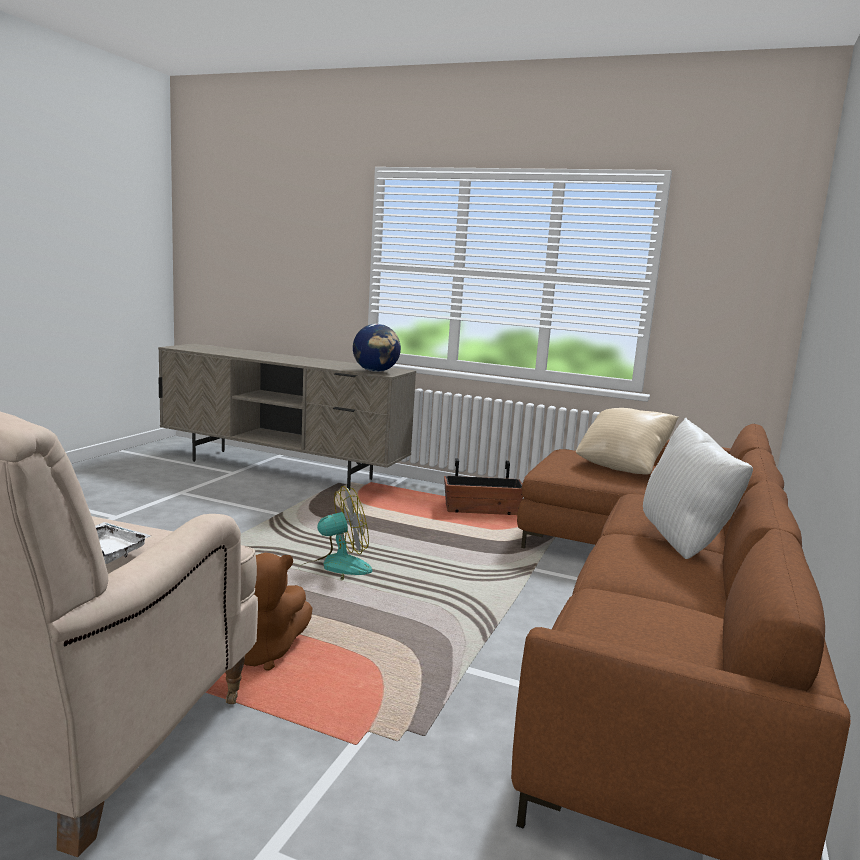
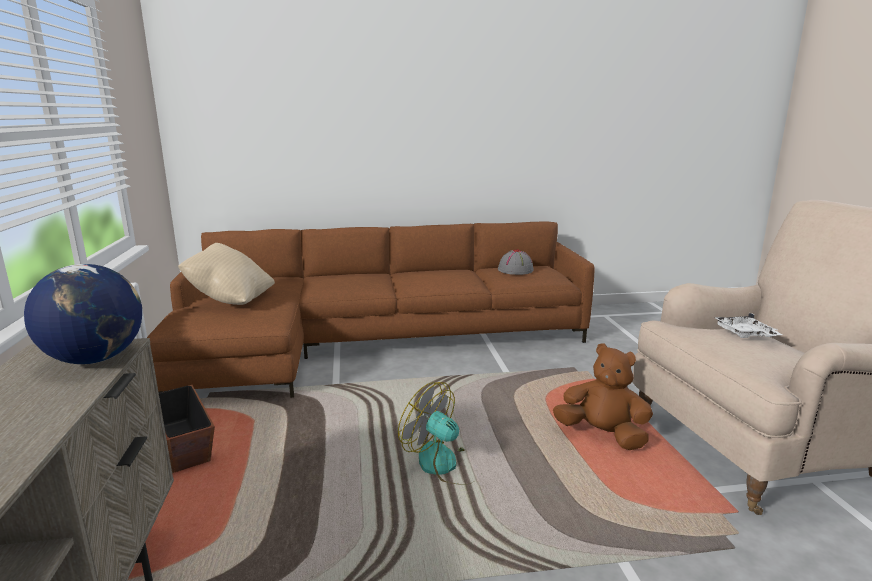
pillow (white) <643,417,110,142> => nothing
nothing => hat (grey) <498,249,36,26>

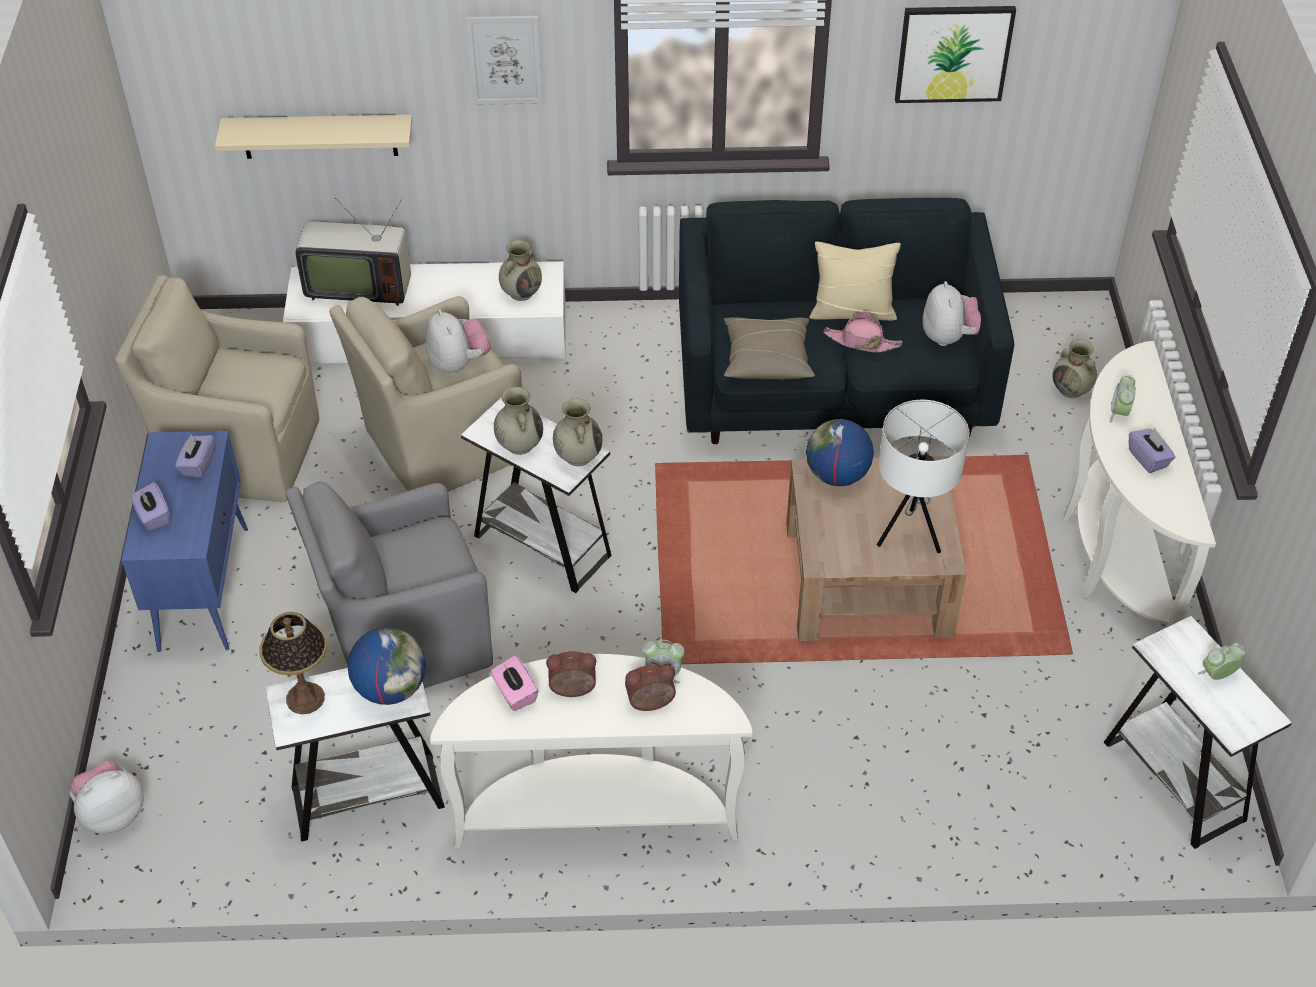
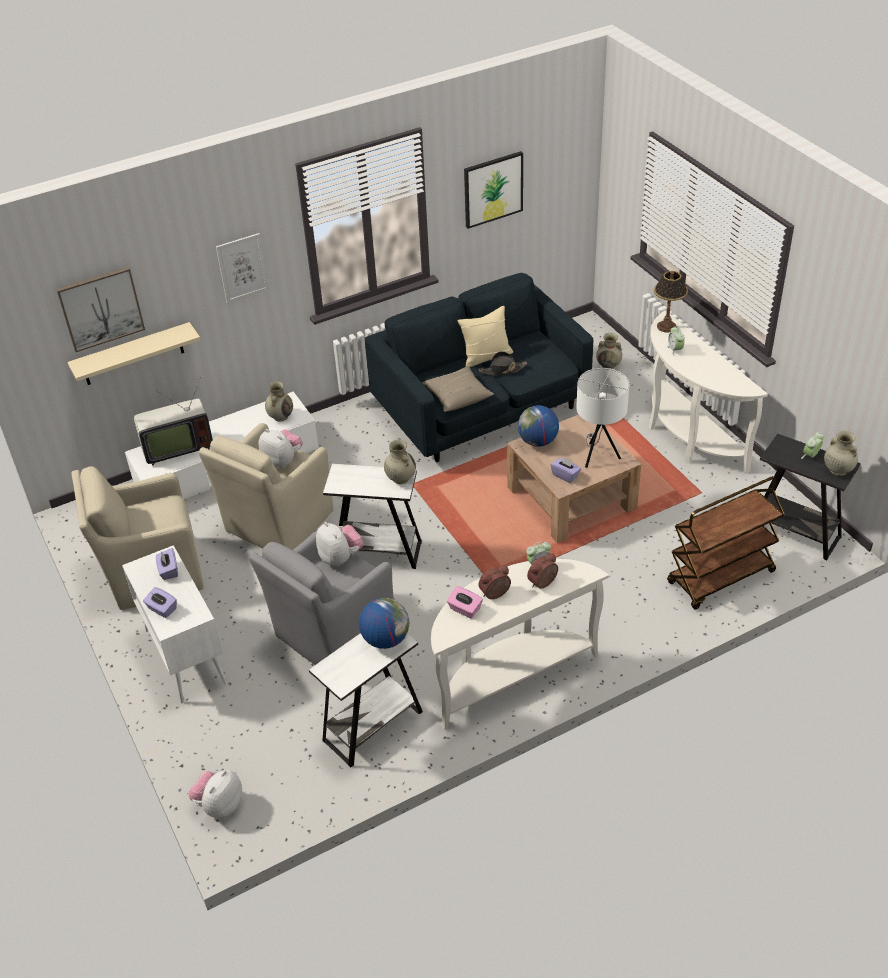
plush toy <923,281,58,65> => plush toy <316,522,47,44>, shifted
hat (pink) <824,312,78,40> => hat (black) <479,351,48,24>
vase (beige) <494,387,49,68> => vase (beige) <824,431,34,45>, shifted
tissue box (purple) <1129,427,46,46> => tissue box (purple) <550,456,31,27>, shifted
cabinet (blue) <122,431,126,221> => cabinet (white) <122,545,105,159>
table lamp <260,612,67,102> => table lamp <654,271,34,62>, shifted
side table (white) <1104,616,188,233> => side table (black) <760,434,101,126>
nothing => picture <56,267,89,85>
nothing => cart (brown) <667,476,118,134>

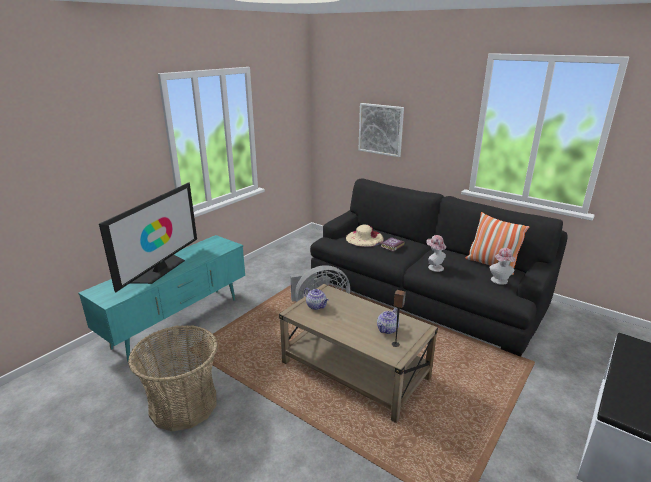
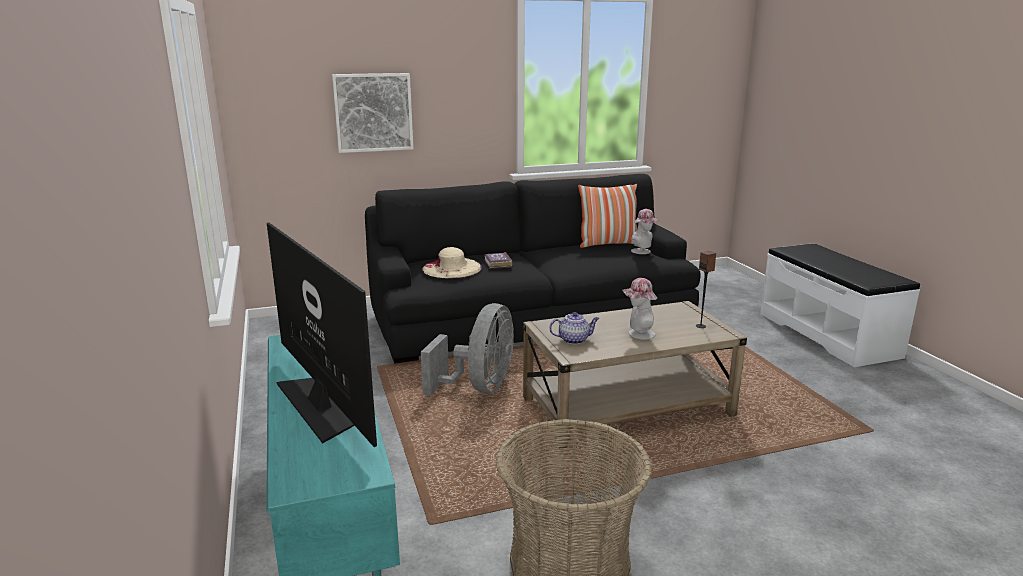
hat <426,235,20,37> => hat <623,278,34,61>, shifted
teapot <377,308,22,26> => nothing

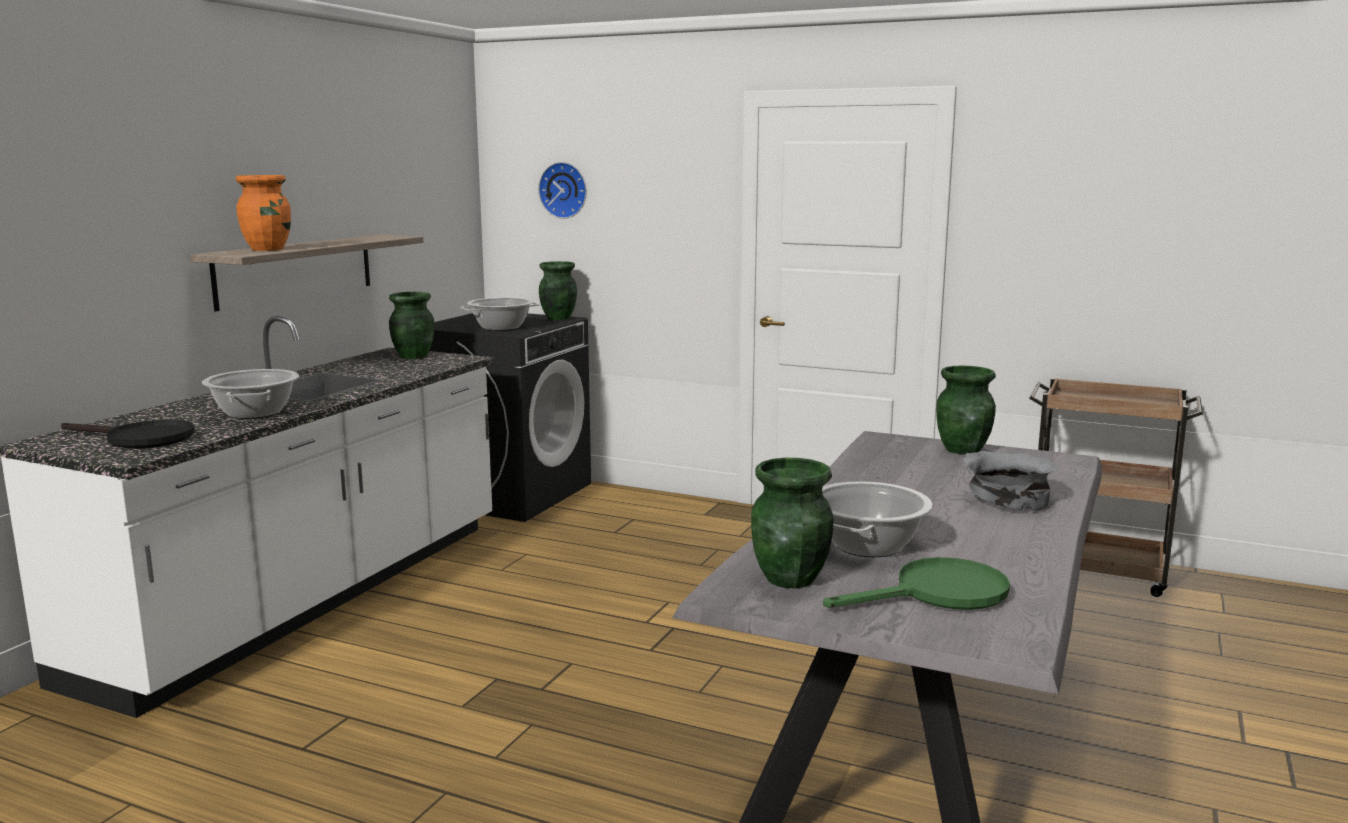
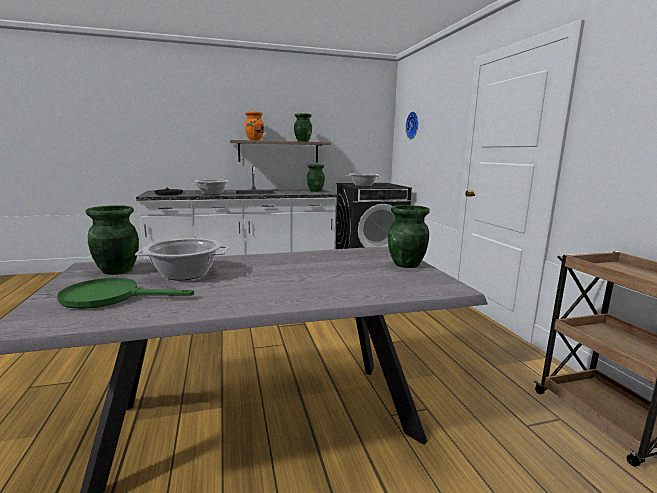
vase (green) <539,261,38,59> => vase (green) <294,113,18,29>, shifted
bowl (grey) <963,451,96,60> => nothing
frying pan (green) <823,557,187,53> => frying pan (green) <57,278,137,31>, 150 degrees clockwise

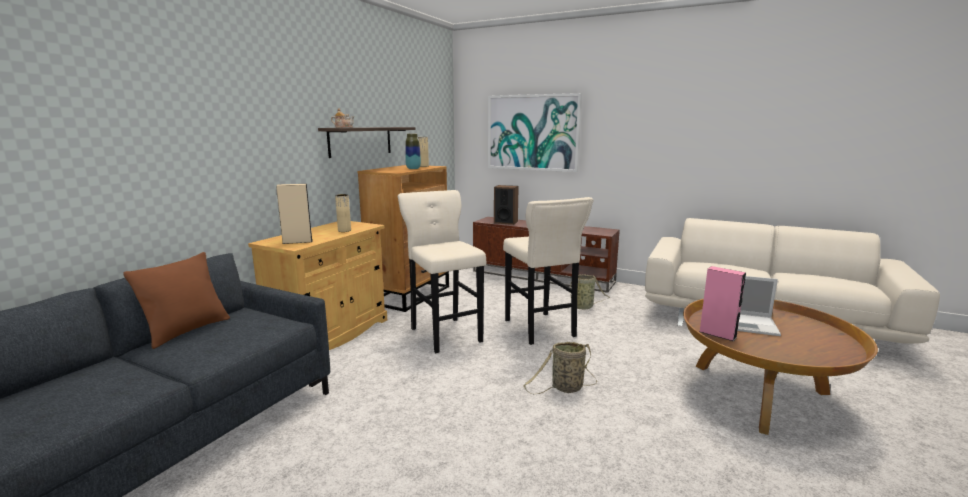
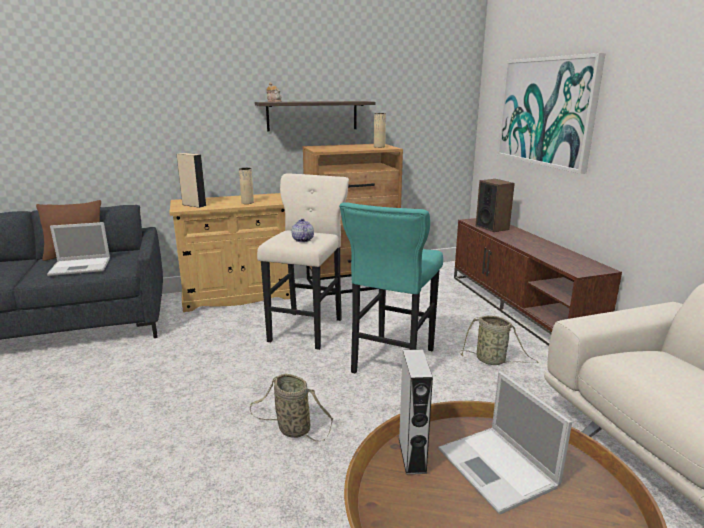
vase <405,134,16,35> => nothing
stool (beige) <503,197,91,148> => stool (turquoise) <339,202,104,171>
speaker (pink) <699,266,47,75> => speaker (grey) <399,349,34,125>
nothing => teapot <292,219,22,23>
nothing => laptop <47,222,63,54>

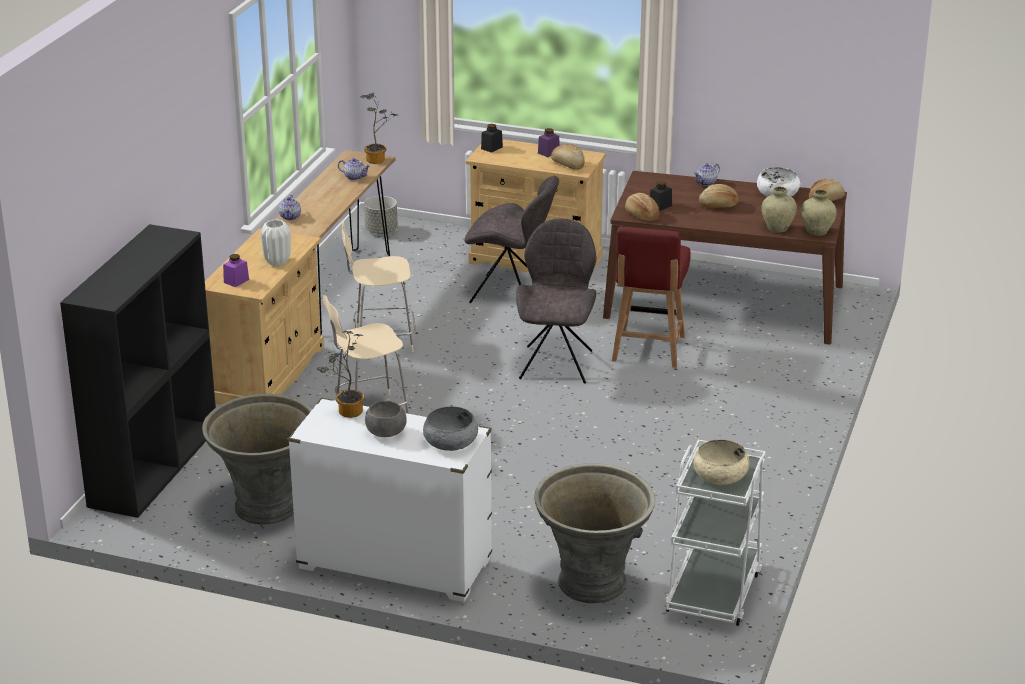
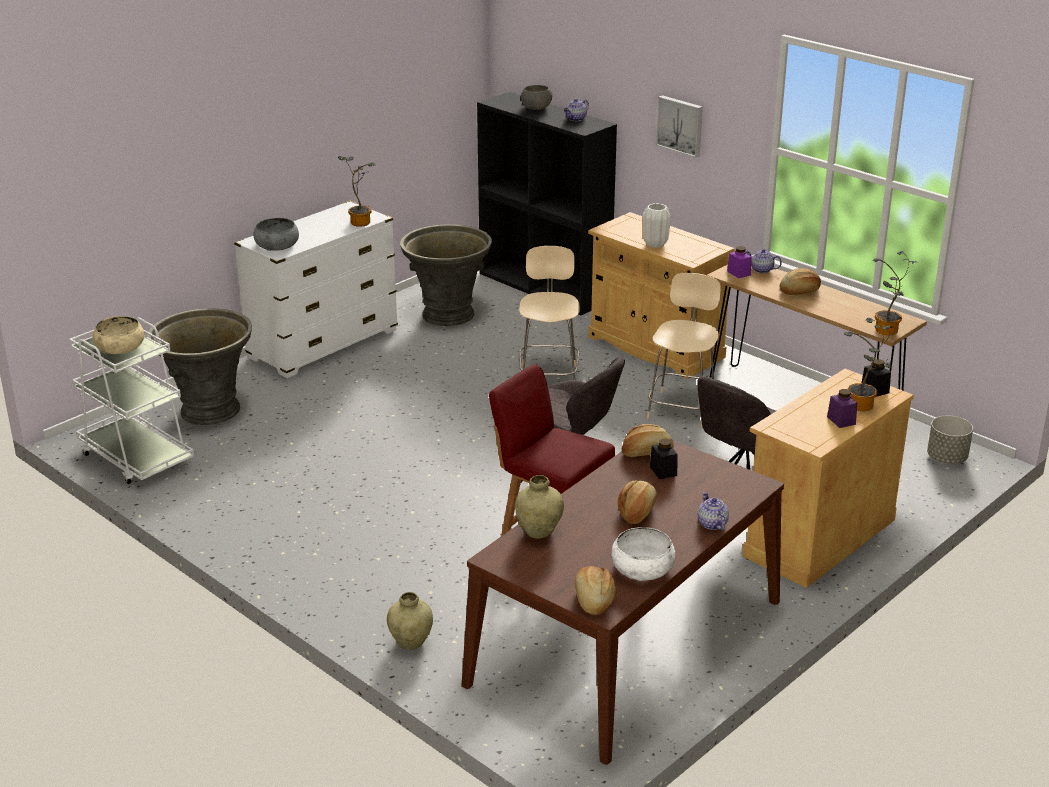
bread <551,144,34,26> => bread <779,268,42,27>, shifted
teapot <338,158,32,22> => teapot <564,99,25,22>, shifted
vase (beige) <801,190,36,46> => vase (beige) <387,592,46,58>, shifted
jar (purple) <223,254,26,33> => jar (purple) <727,246,25,33>, shifted
bowl (grey) <365,401,42,36> => bowl (grey) <521,85,31,25>, shifted
nothing => picture <656,95,47,63>
nothing => potted plant <844,318,49,93>

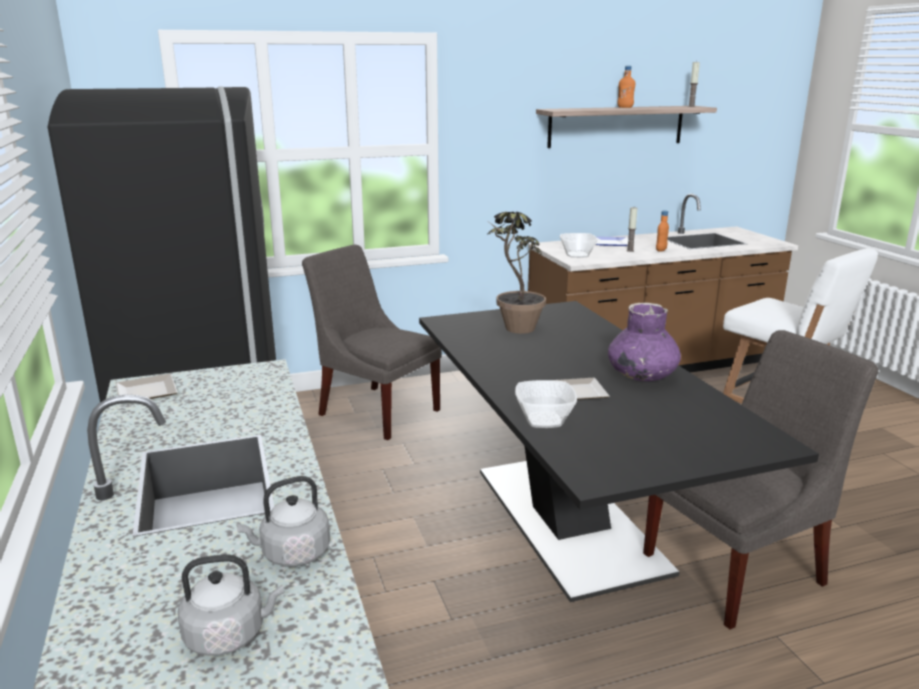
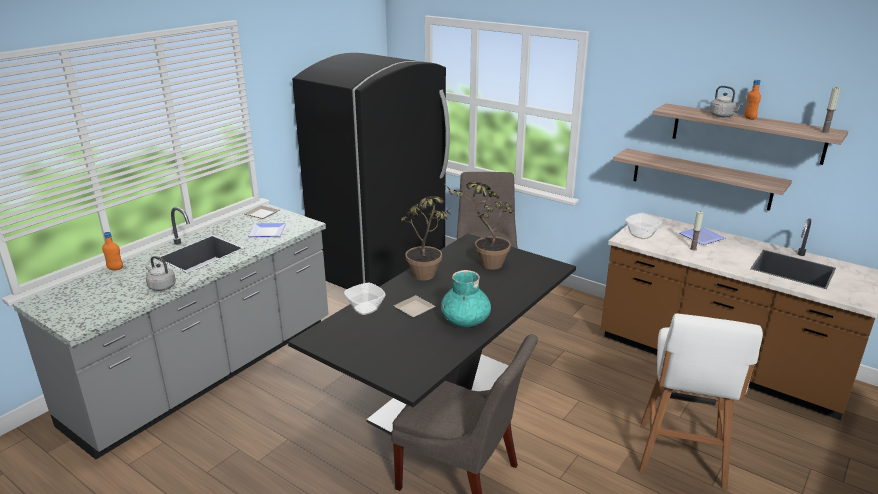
bottle (orange) <656,210,13,42> => bottle (orange) <102,232,21,38>, shifted
vase (purple) <608,303,73,78> => vase (turquoise) <440,270,51,57>
kettle (grey) <178,554,106,102> => kettle (grey) <710,86,33,31>, shifted
nothing => shelf <613,149,179,62>
nothing => potted plant <401,196,50,85>
nothing => plate <248,223,38,14>

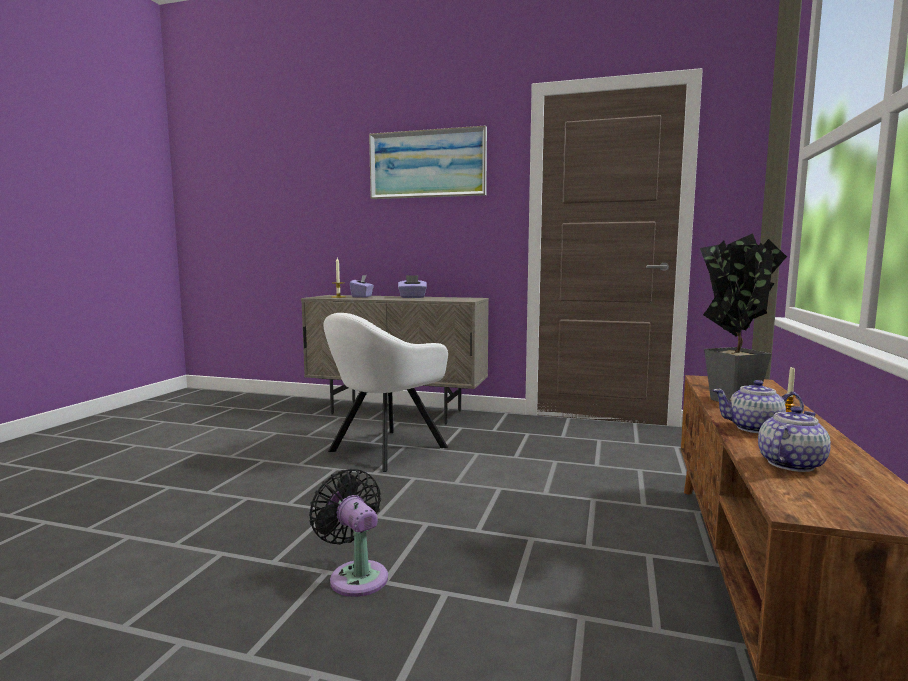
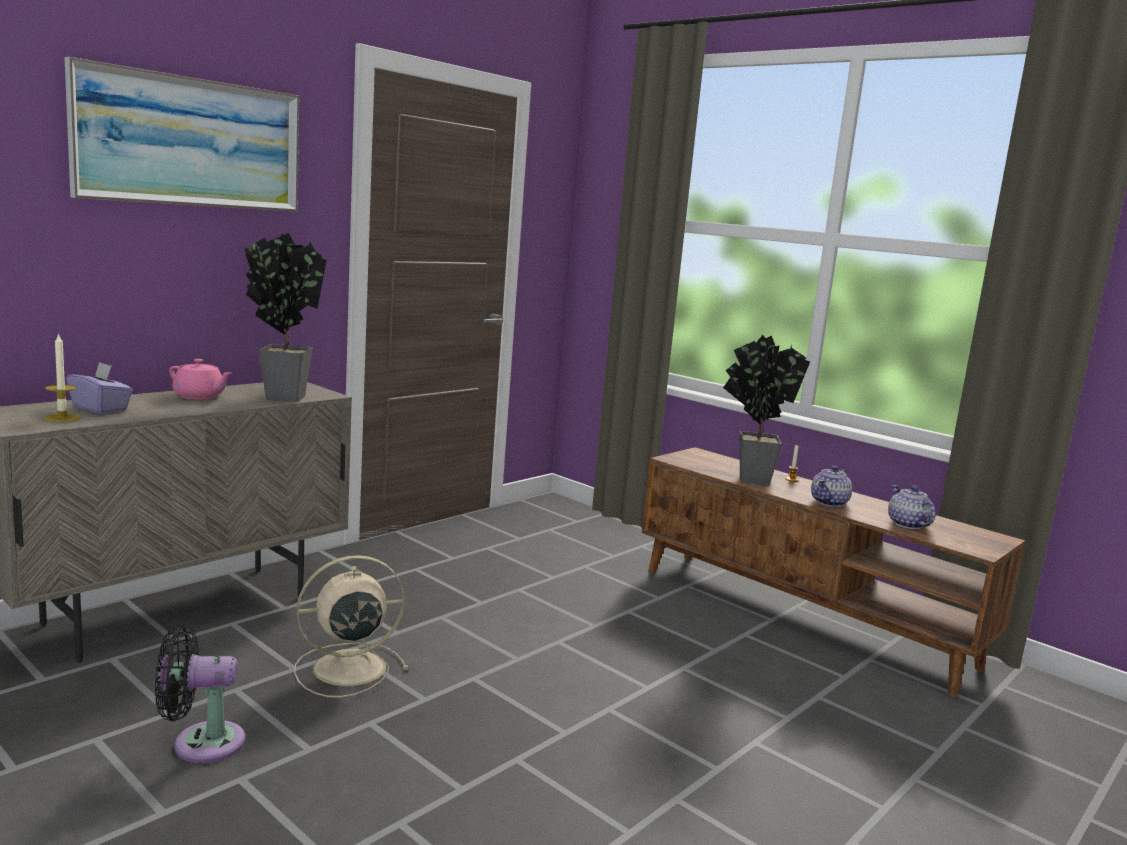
tissue box (purple) <398,275,29,23> => teapot (pink) <169,359,62,40>
armchair (white) <324,313,124,159> => fan (beige) <294,555,115,143>
fan (black) <309,469,79,128> => fan (black) <155,626,90,137>, shifted
nothing => potted plant <244,233,83,169>

